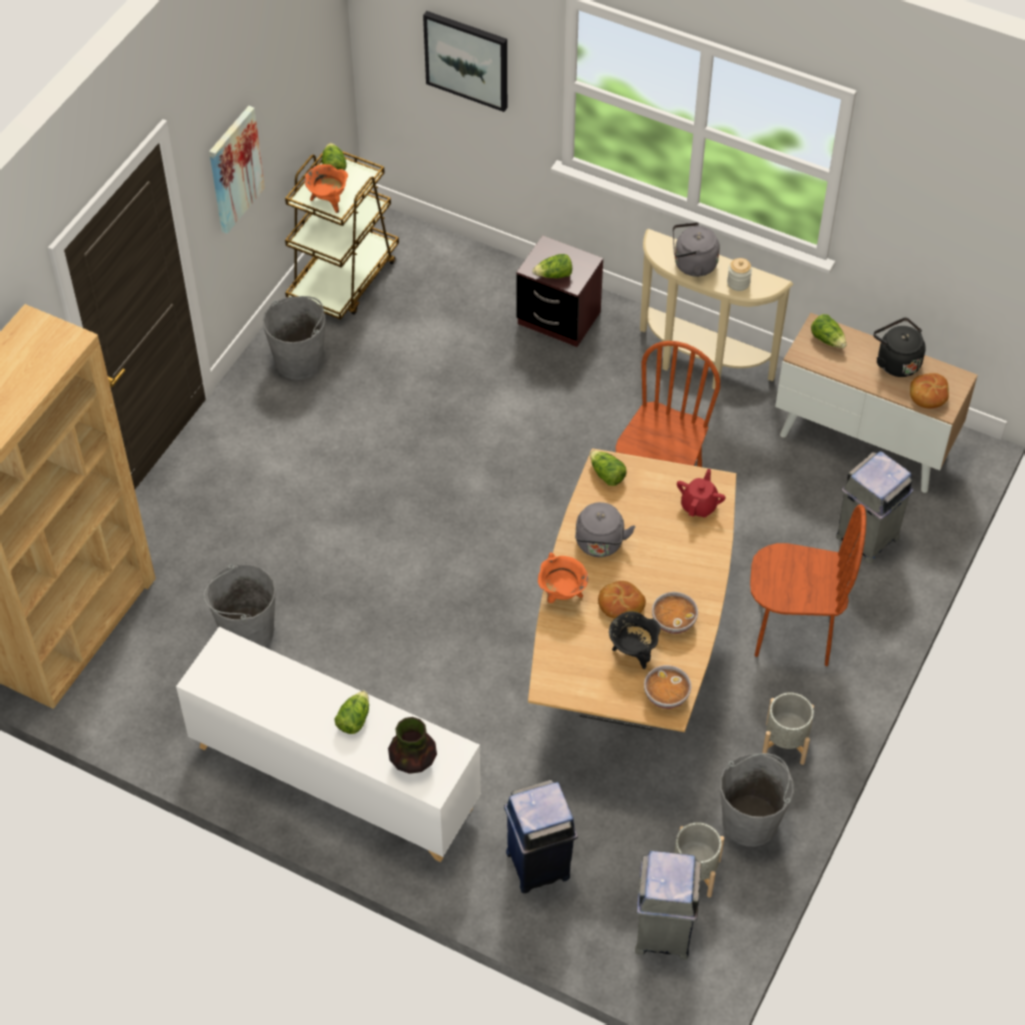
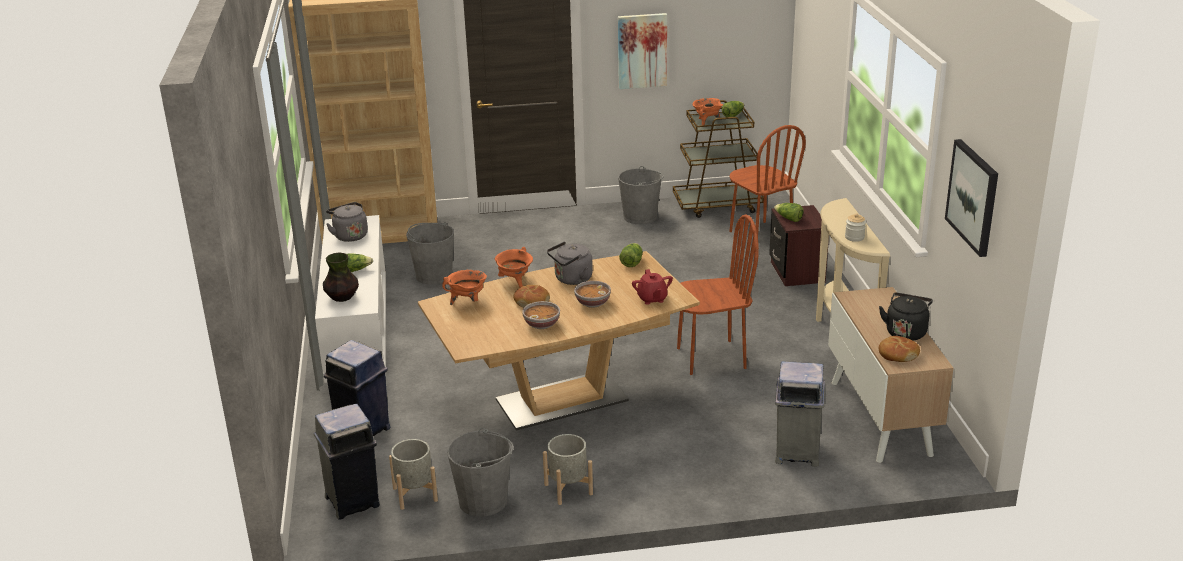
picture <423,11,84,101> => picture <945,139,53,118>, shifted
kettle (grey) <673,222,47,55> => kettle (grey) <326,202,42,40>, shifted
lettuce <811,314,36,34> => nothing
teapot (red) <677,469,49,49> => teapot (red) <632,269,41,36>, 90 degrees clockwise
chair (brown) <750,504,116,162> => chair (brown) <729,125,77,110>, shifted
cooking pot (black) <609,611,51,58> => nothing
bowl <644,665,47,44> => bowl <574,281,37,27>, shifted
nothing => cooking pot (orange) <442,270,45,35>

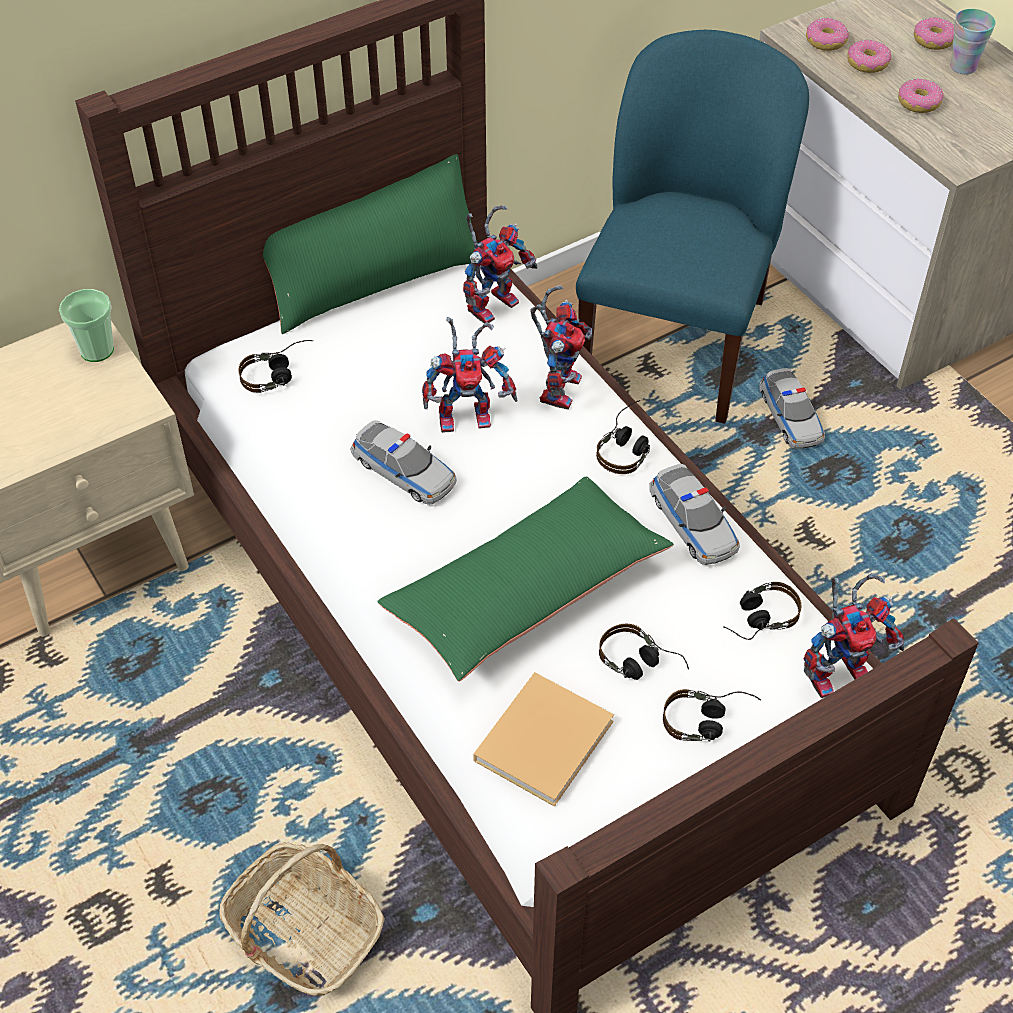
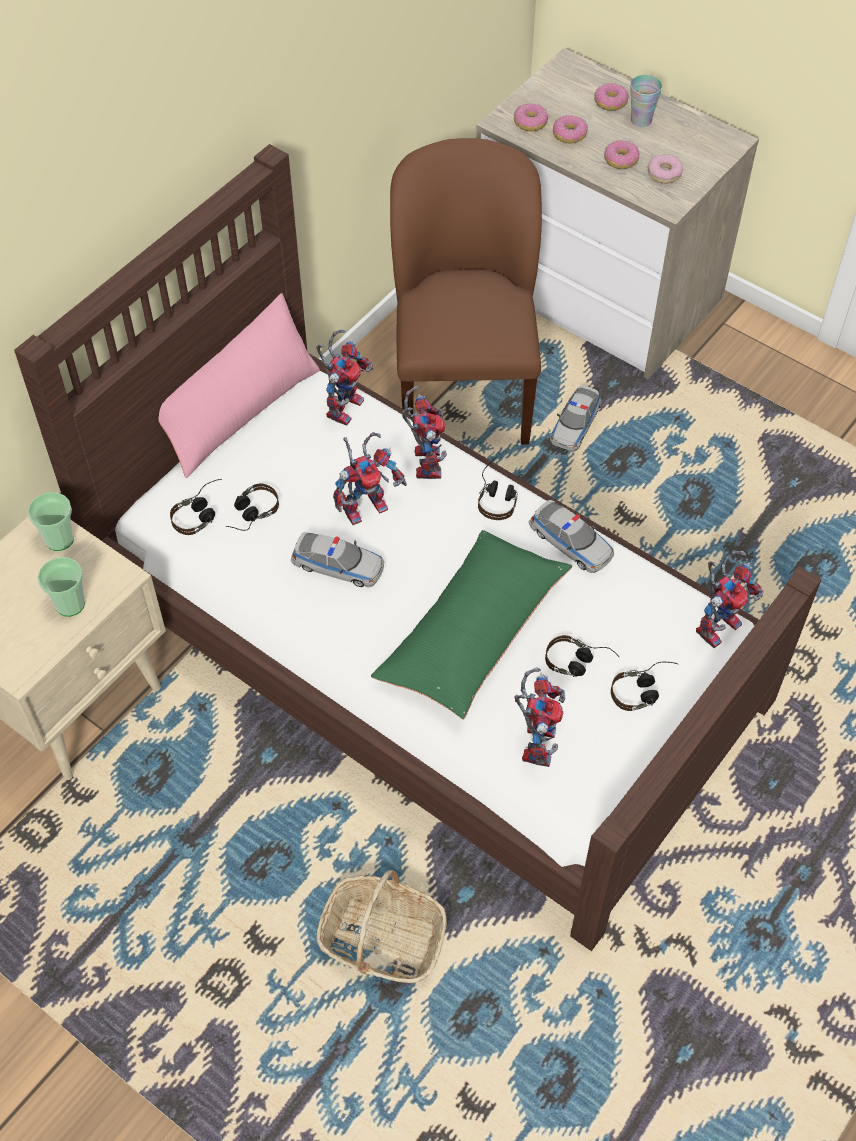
chair (blue) <576,30,233,394> => chair (brown) <390,138,152,307>
pillow (green) <263,154,215,180> => pillow (pink) <159,293,161,185>
toy car <759,368,66,81> => toy car <550,385,52,67>, 60 degrees clockwise
headphones <723,582,78,58> => headphones <226,483,53,48>, shifted
book (beige) <473,672,141,135> => toy robot <515,668,50,99>
nothing => donut <648,154,35,30>
nothing => cup <37,557,48,60>

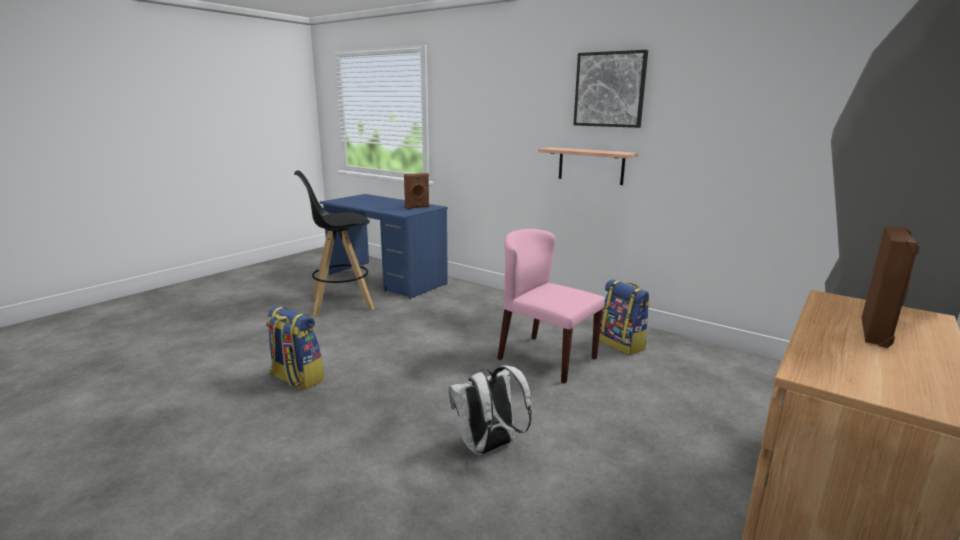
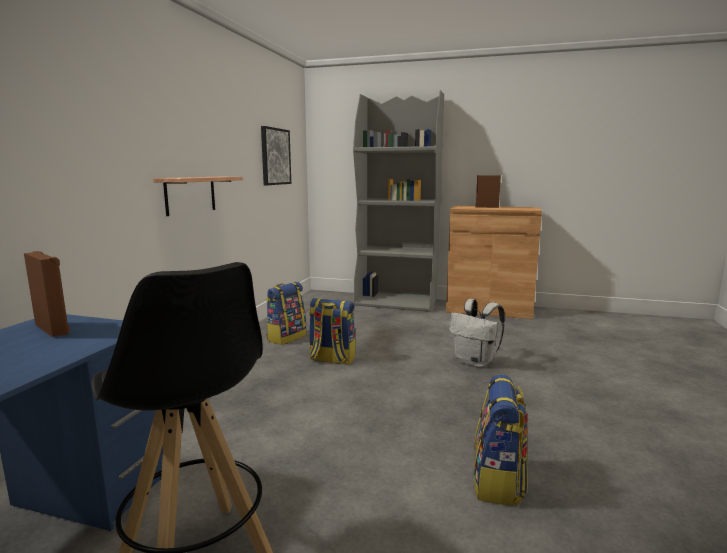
picture <574,50,74,78> => picture <261,126,30,59>, shifted
chair (pink) <497,229,108,155> => backpack <309,298,47,67>

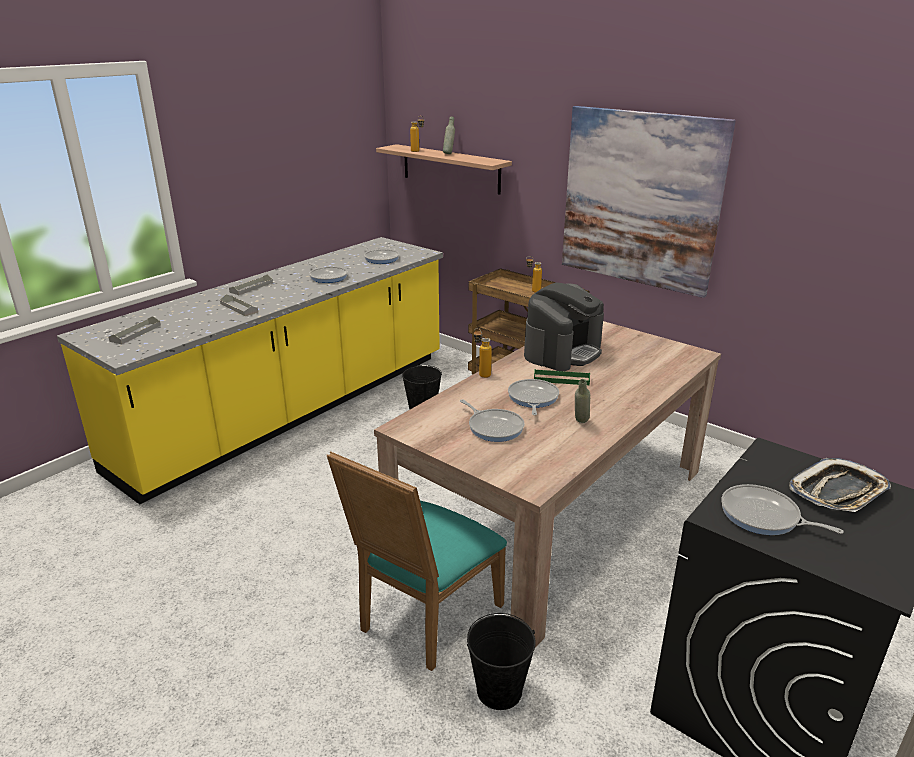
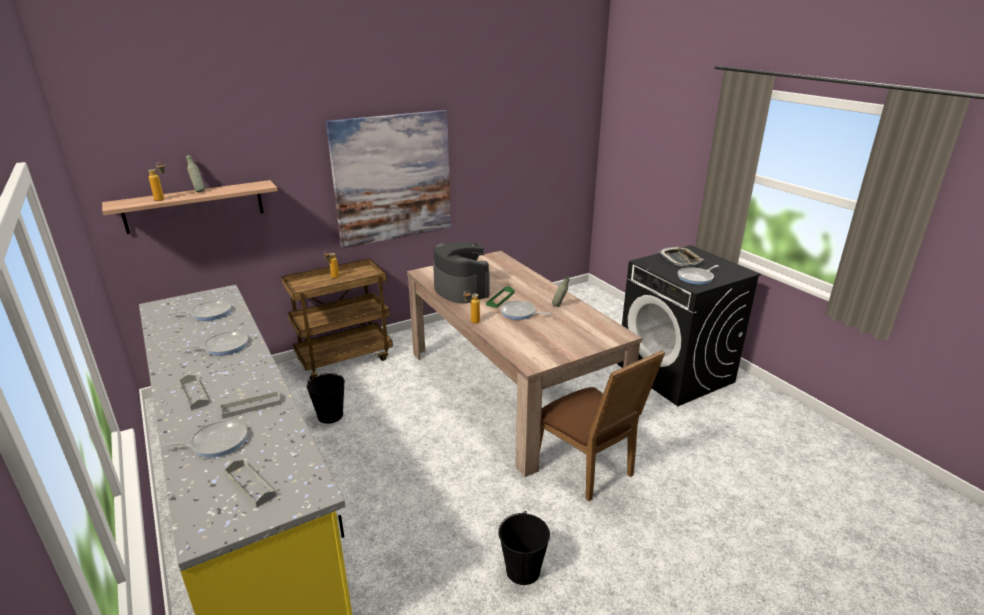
frying pan <460,399,65,43> => frying pan <159,420,88,38>, shifted
chair (turquoise) <327,451,180,220> => chair (brown) <540,350,125,151>
bucket (black) <467,613,69,97> => bucket (black) <498,511,52,74>, shifted

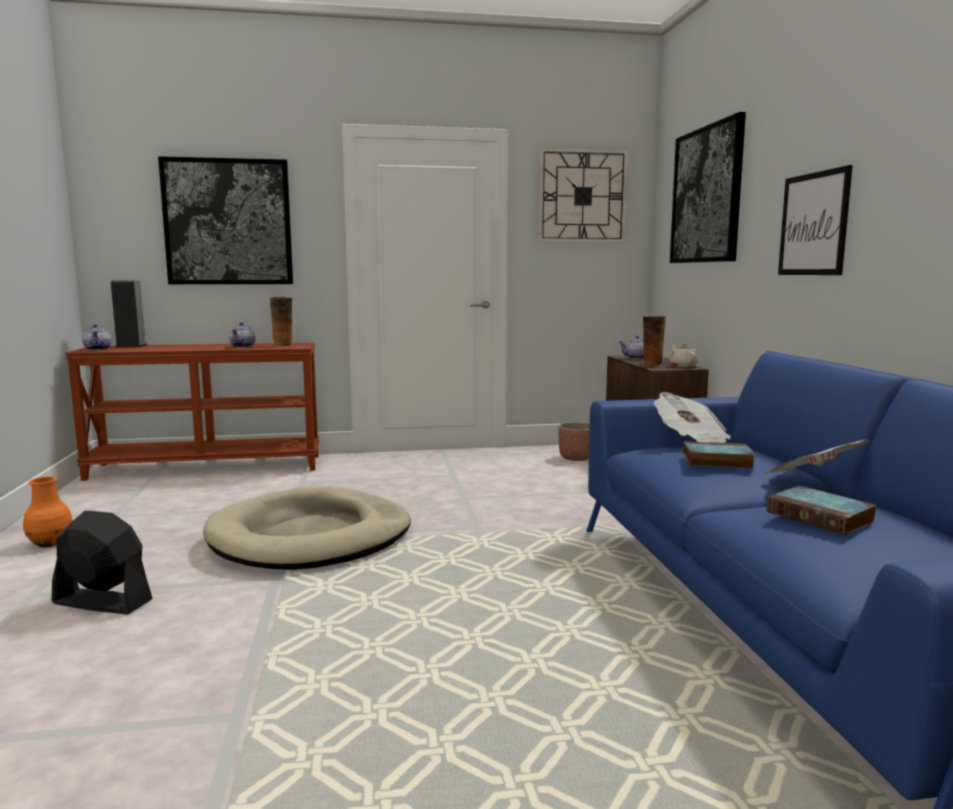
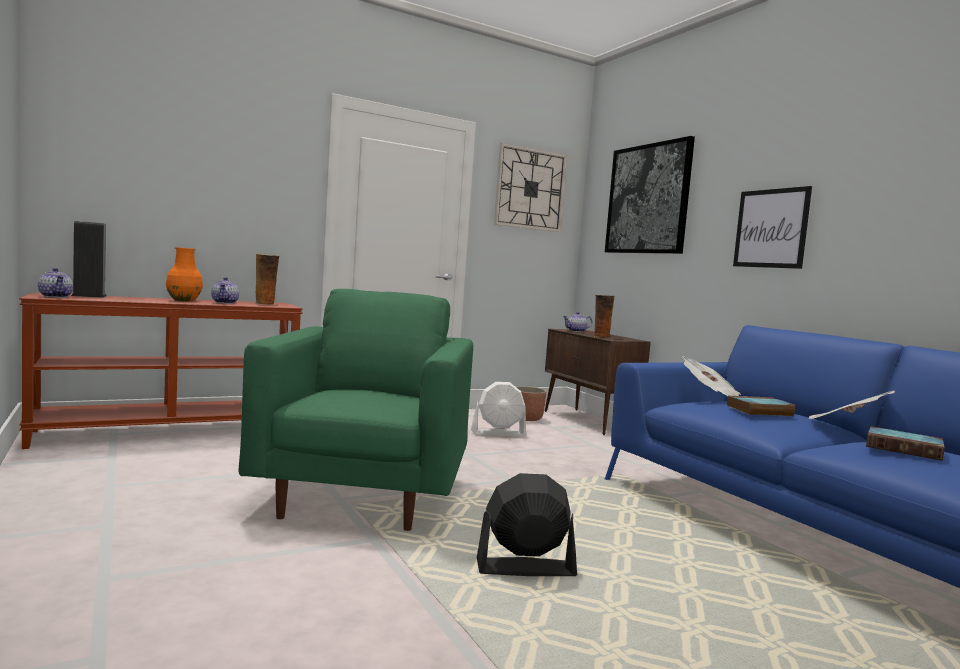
picture <158,156,135,128> => nothing
teapot (beige) <668,344,30,23> => nothing
vase (orange) <23,476,50,71> => vase (orange) <166,247,37,55>, shifted
dog bed (beige) <203,486,208,84> => armchair (green) <239,289,234,242>
fan (black) <51,511,102,104> => fan (black) <477,473,100,103>, shifted
nothing => fan (white) <471,382,55,54>

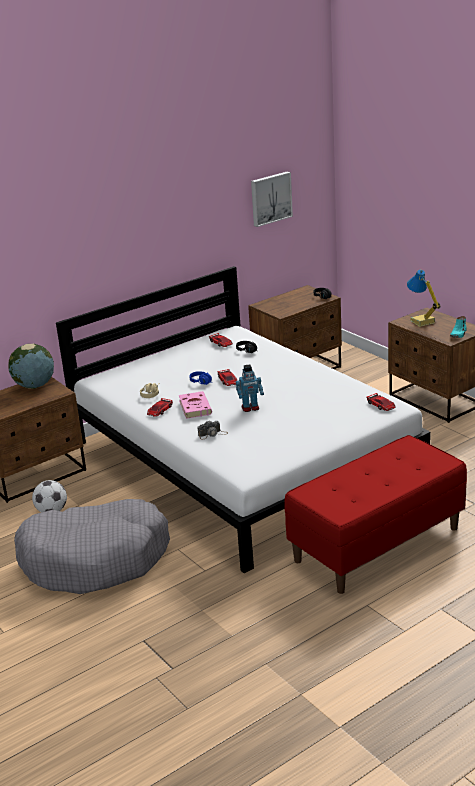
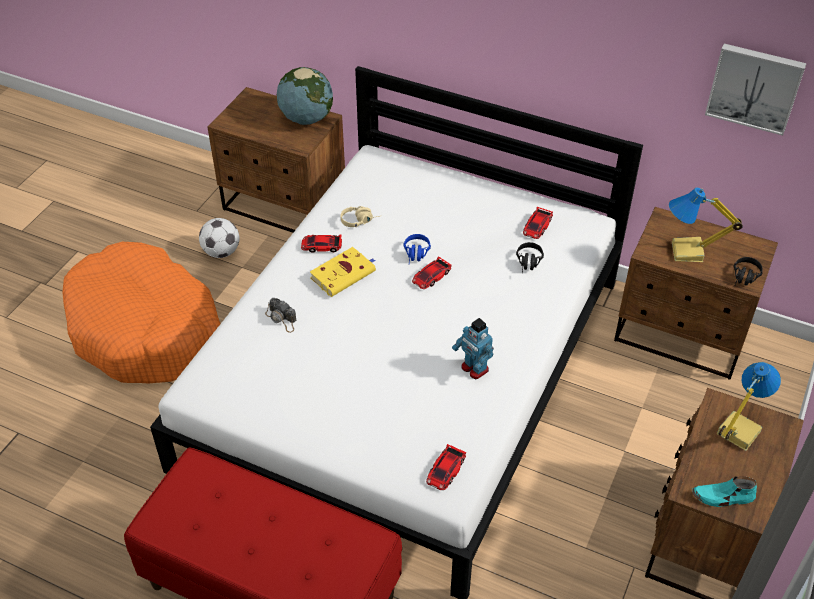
toy robot <236,364,28,48> => toy robot <452,318,42,61>, shifted
book (pink) <179,391,33,28> => book (yellow) <310,247,66,50>
dog bed (grey) <14,499,156,95> => dog bed (orange) <62,242,158,141>
nothing => table lamp <669,188,74,74>

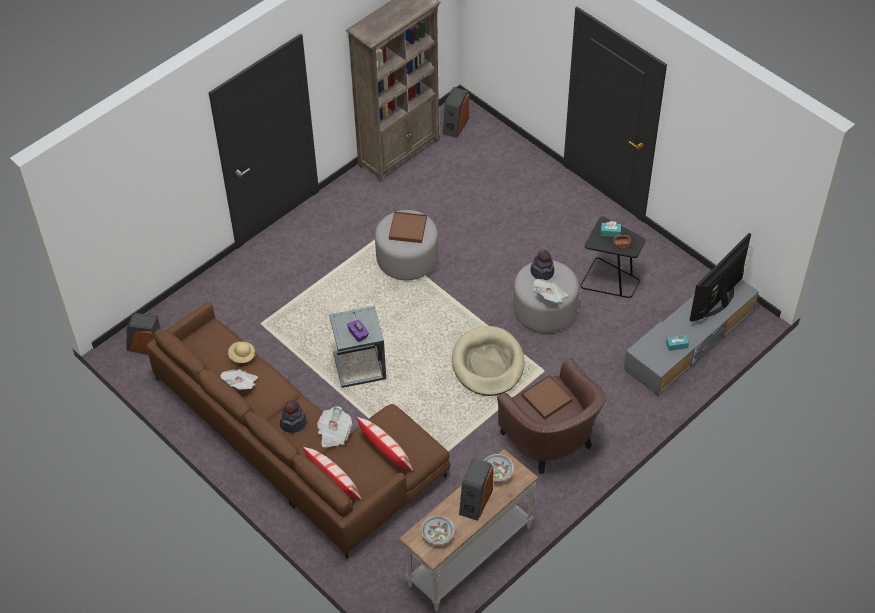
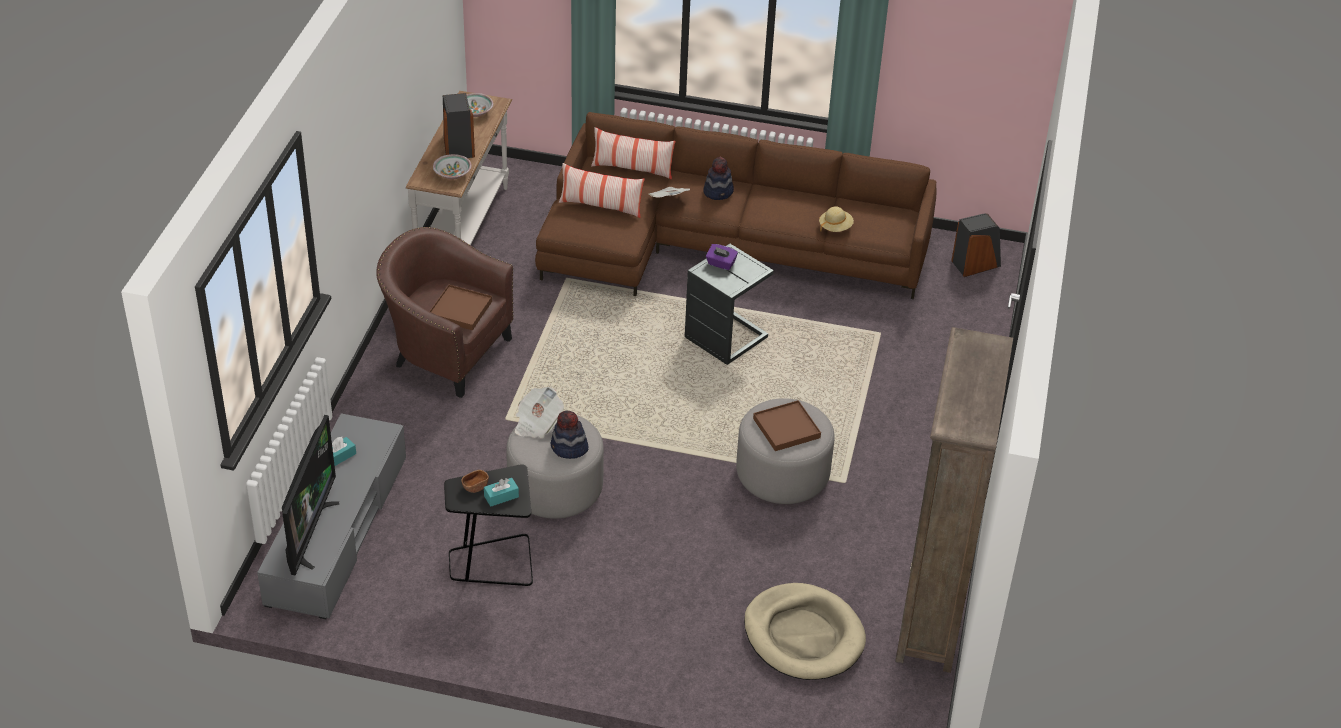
speaker <443,87,26,51> => nothing
dog bed (beige) <452,326,72,70> => dog bed (beige) <744,583,122,97>, shifted
newspaper <220,369,38,21> => nothing

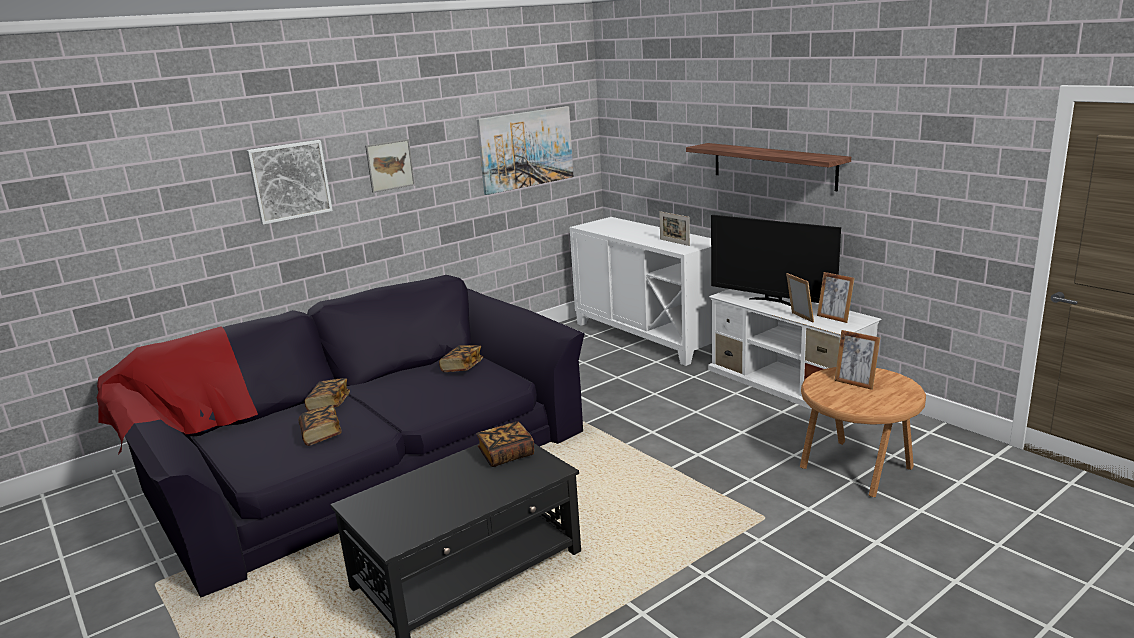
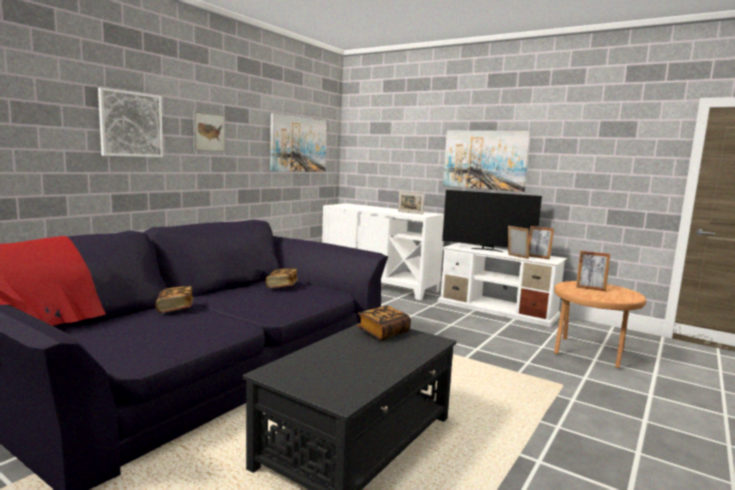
shelf <686,143,165,48> => picture <443,131,88,61>
book <299,405,43,41> => nothing

